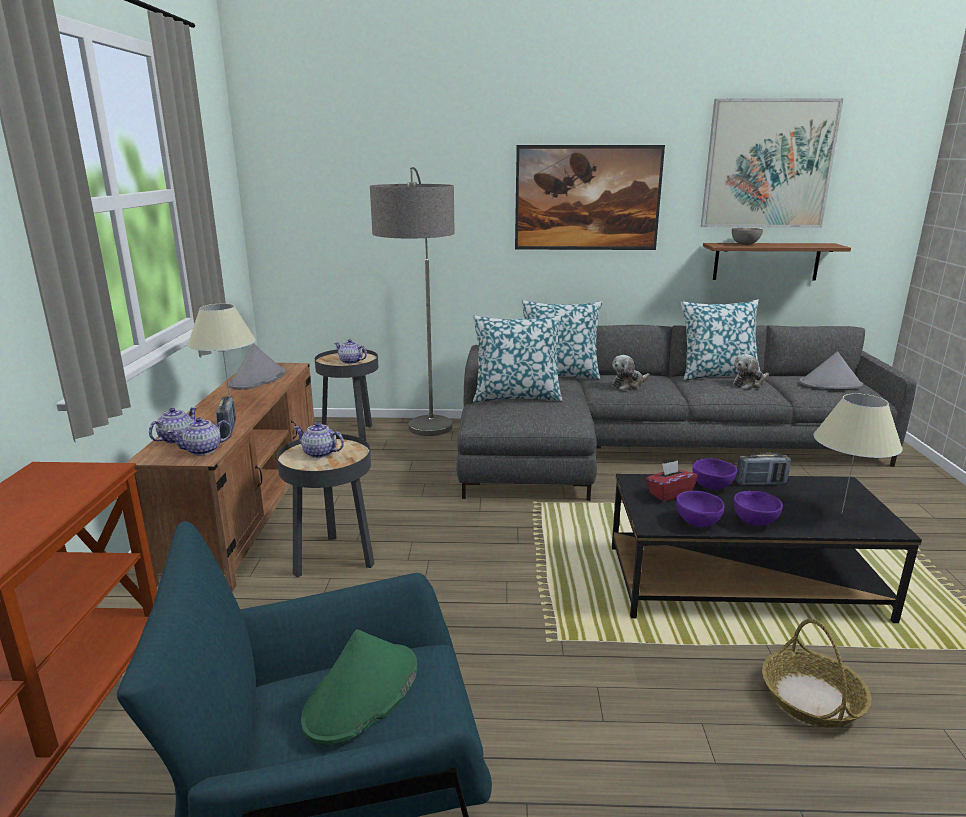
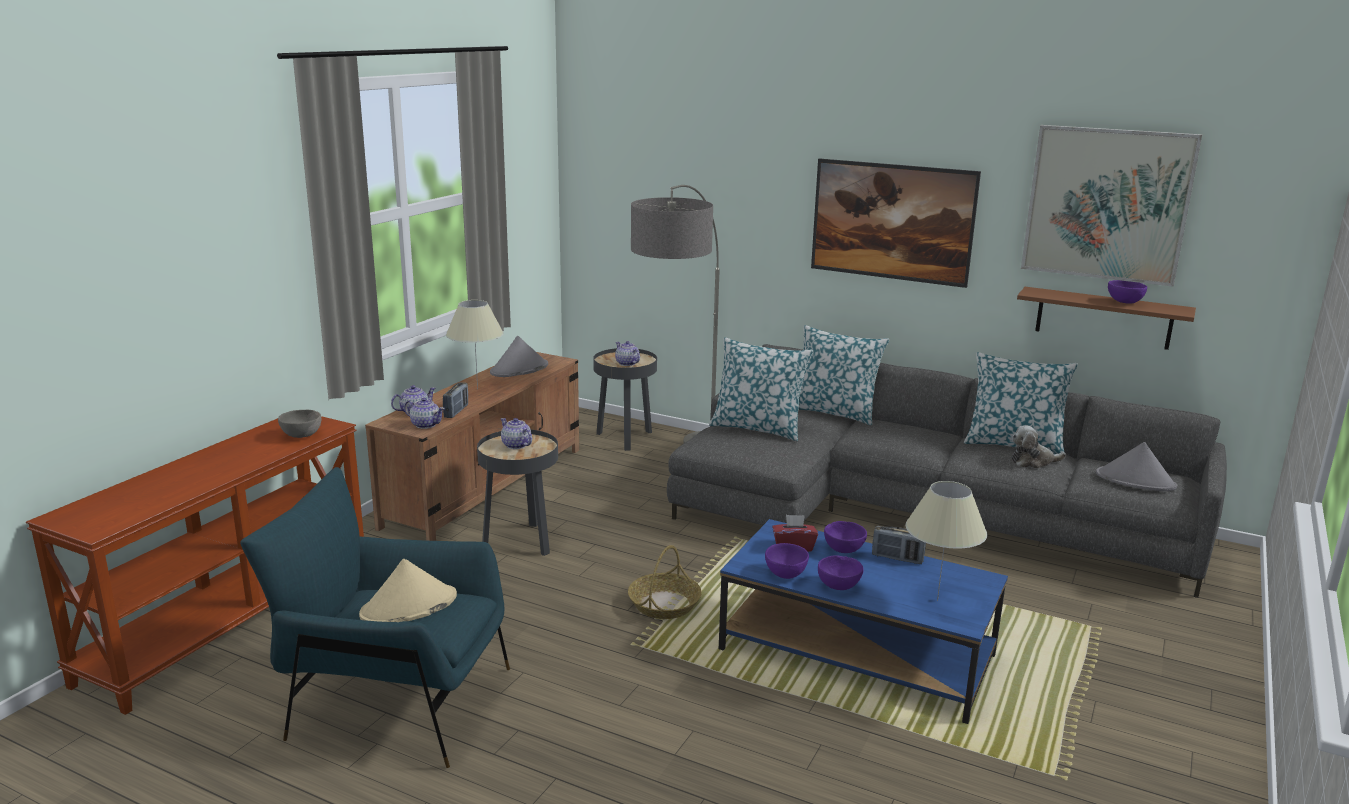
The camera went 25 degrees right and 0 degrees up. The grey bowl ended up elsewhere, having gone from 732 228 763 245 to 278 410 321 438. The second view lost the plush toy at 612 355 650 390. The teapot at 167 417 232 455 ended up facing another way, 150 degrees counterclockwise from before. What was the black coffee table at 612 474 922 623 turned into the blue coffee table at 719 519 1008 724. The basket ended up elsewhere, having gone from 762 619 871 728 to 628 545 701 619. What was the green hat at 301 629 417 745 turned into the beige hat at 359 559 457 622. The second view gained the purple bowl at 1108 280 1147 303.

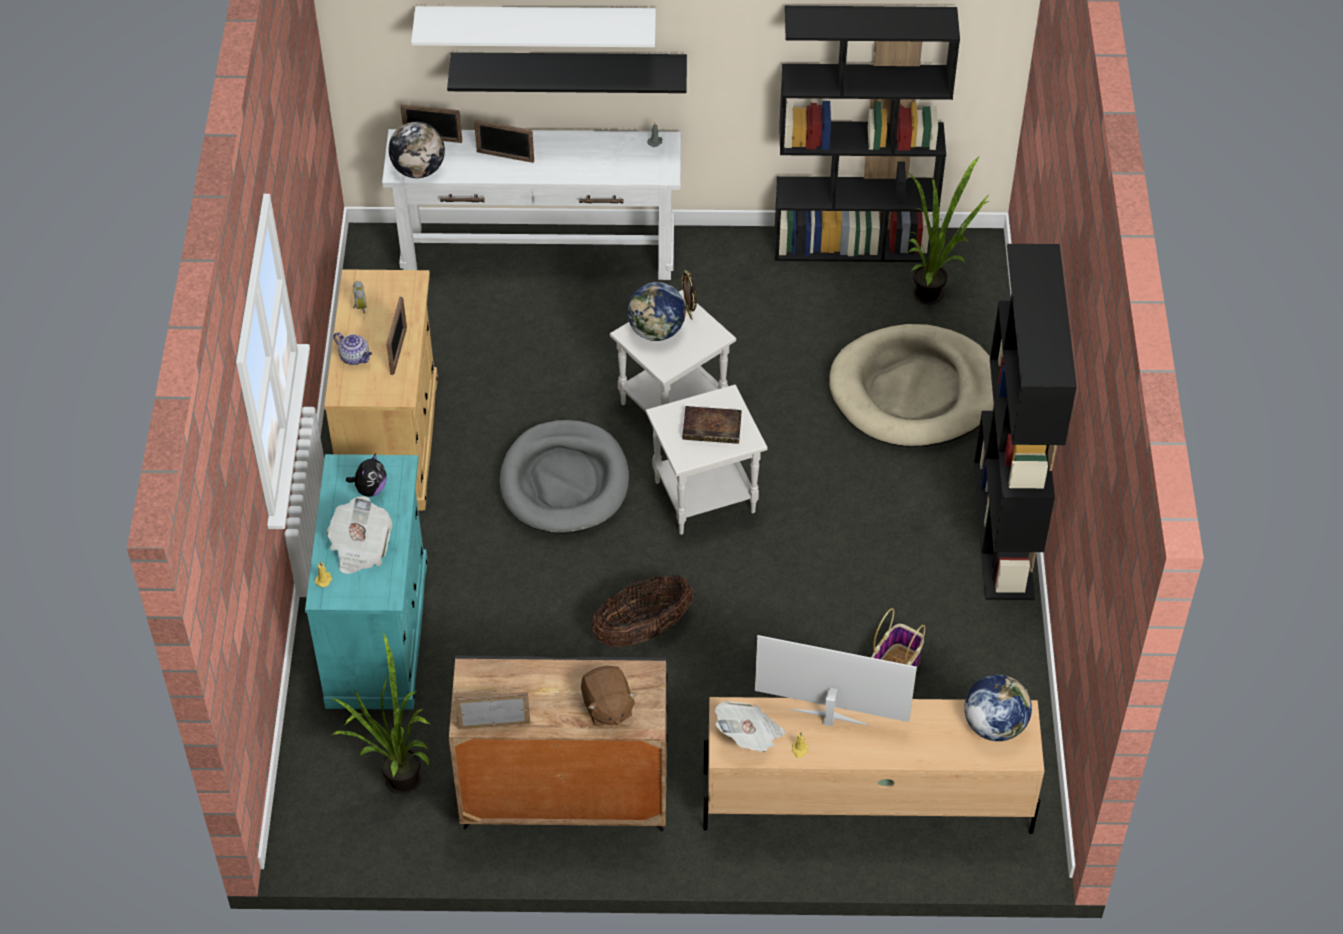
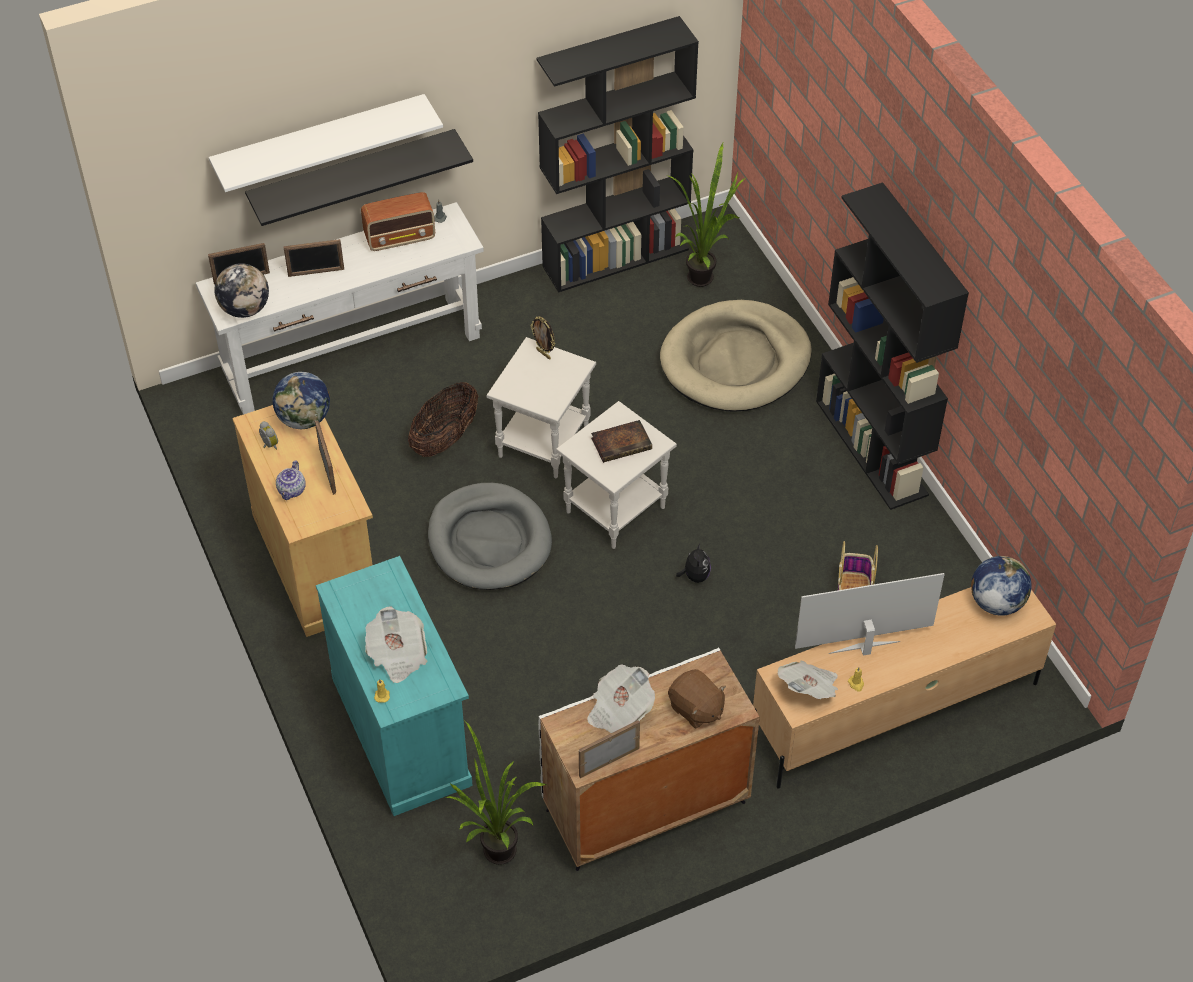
The camera went 25 degrees left and 0 degrees up. The globe ended up elsewhere, having gone from 627 282 686 341 to 273 372 330 429. The teapot at 333 332 372 365 ended up facing another way, 90 degrees clockwise from before. The plush toy ended up elsewhere, having gone from 346 453 387 497 to 676 544 711 583. The basket ended up elsewhere, having gone from 592 575 693 647 to 408 382 478 457. What was the black cabinet at 449 655 668 832 turned into the white cabinet at 538 648 760 871. The second view gained the radio at 361 192 435 251. The second view gained the newspaper at 587 664 655 733.

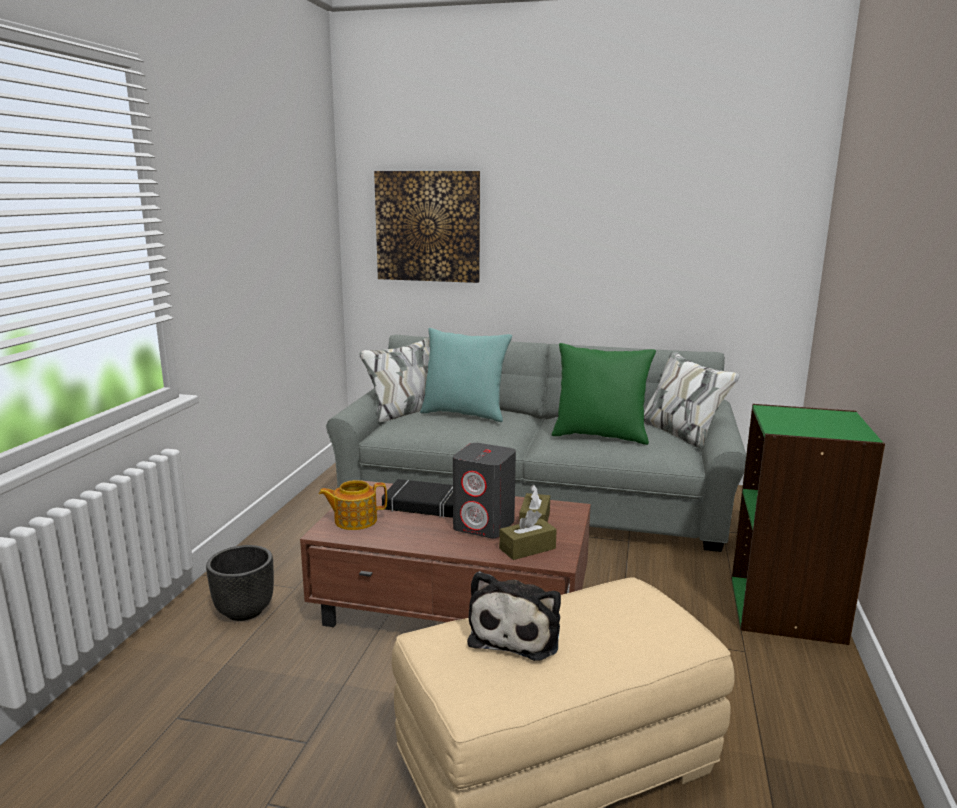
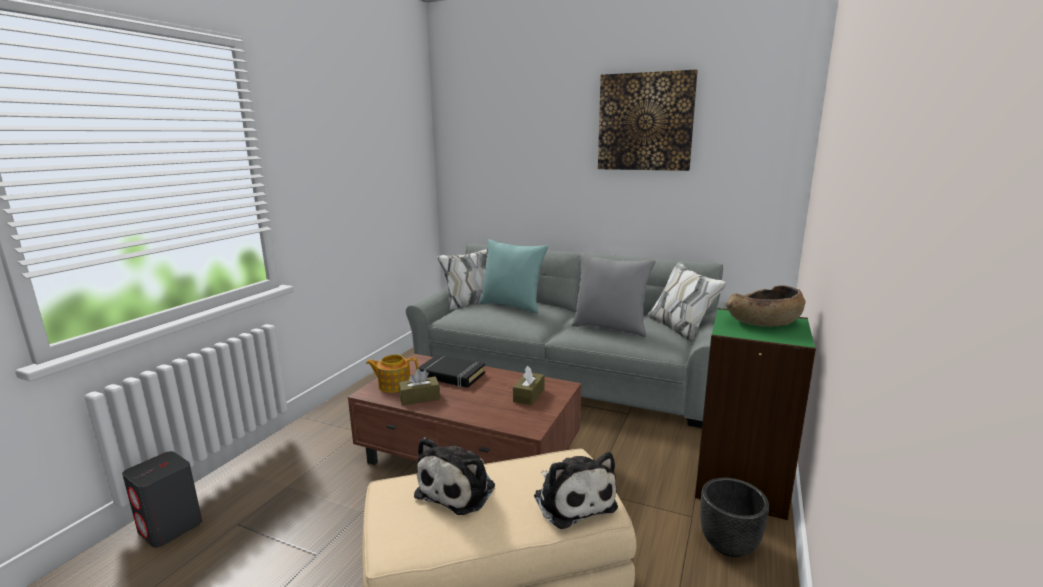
The camera went 10 degrees right and 0 degrees up. The picture ended up elsewhere, having gone from 374 171 480 283 to 598 69 698 171. What was the green pillow at 552 343 656 445 turned into the grey pillow at 572 253 655 337. The grey speaker ended up elsewhere, having gone from 453 443 516 538 to 122 451 202 548. The brown tissue box ended up elsewhere, having gone from 499 510 557 560 to 399 369 440 405. The black planter ended up elsewhere, having gone from 206 545 274 621 to 700 478 769 557. The second view gained the brown bowl at 726 285 806 327. The second view gained the plush toy at 534 452 618 529.

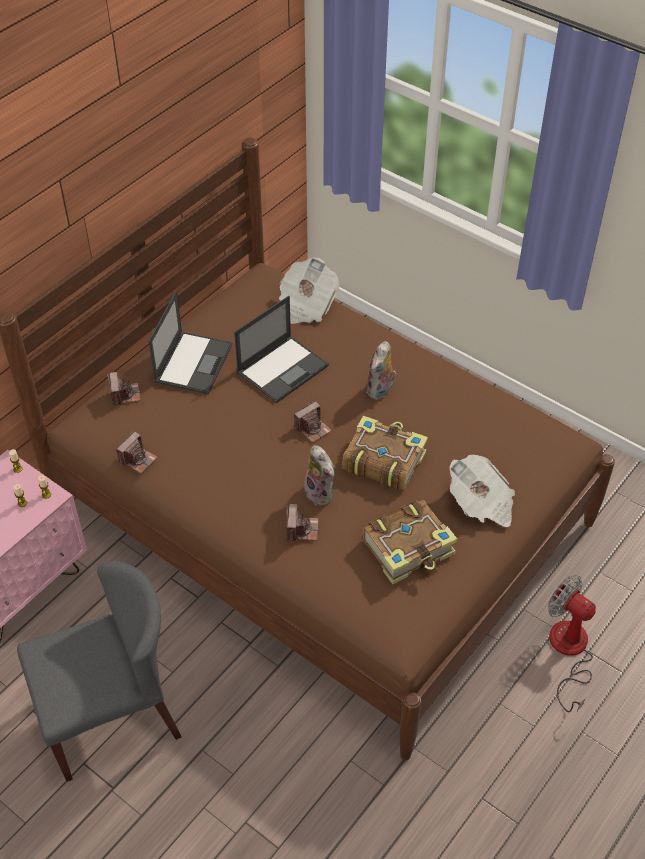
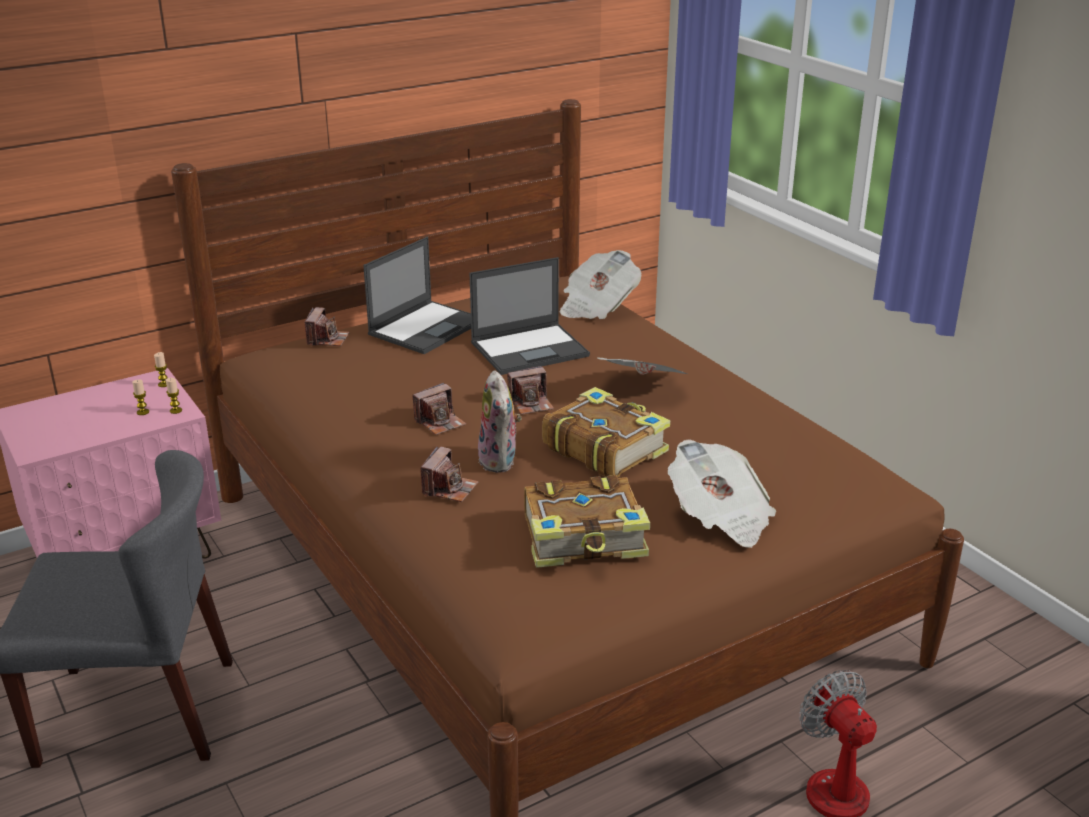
The camera went 20 degrees right and 20 degrees down. Where the plush toy stood at 366 341 396 400, the newspaper came to stand at 597 357 687 375. The photo camera ended up elsewhere, having gone from 116 431 157 474 to 413 383 466 435.

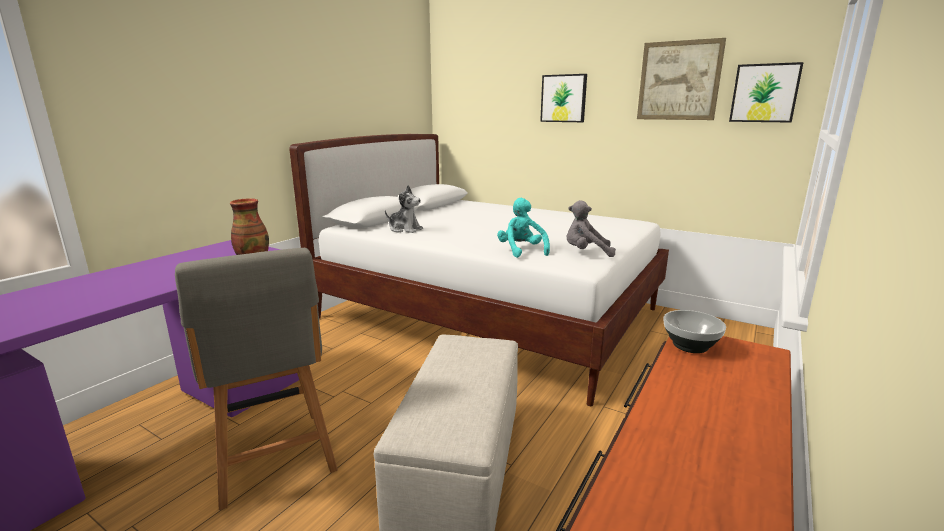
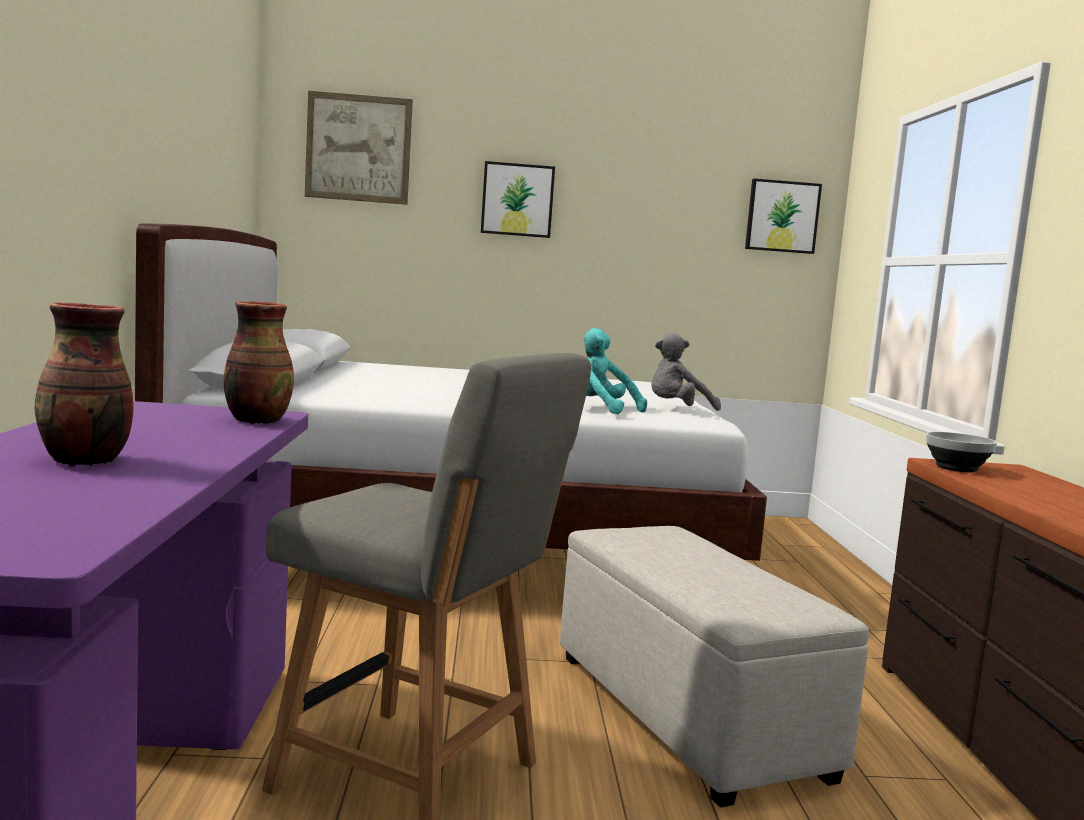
The camera went 35 degrees left and 10 degrees down. The picture ended up elsewhere, having gone from 637 38 726 120 to 305 91 413 205. The second view lost the plush toy at 385 185 423 233. The second view gained the vase at 35 303 134 466.

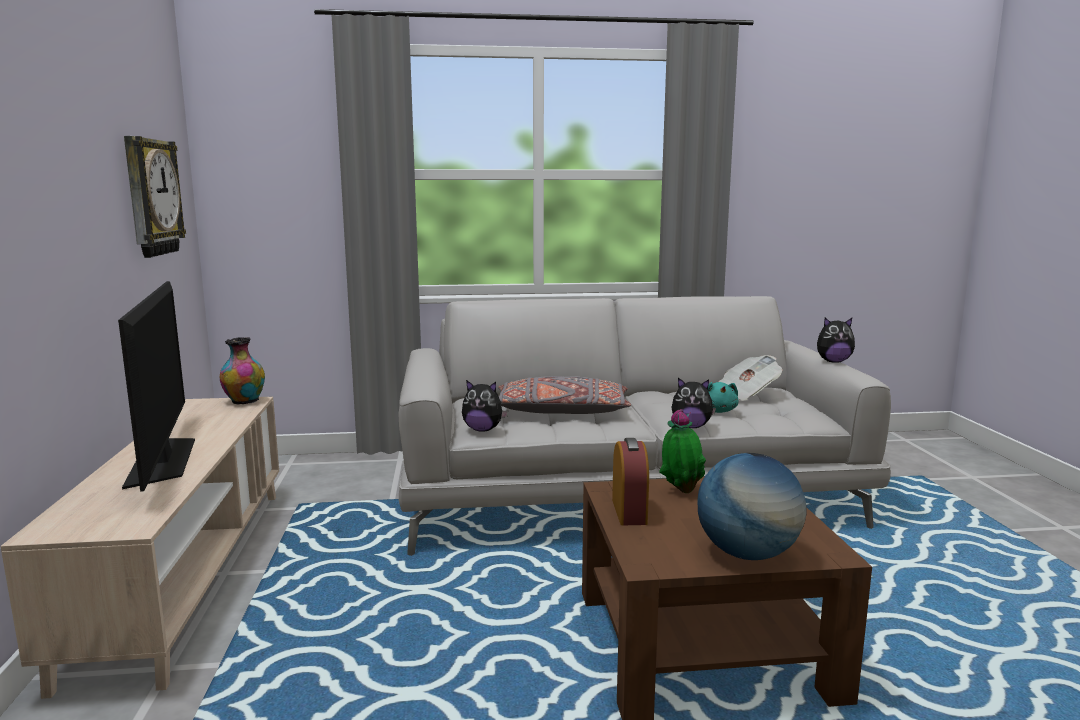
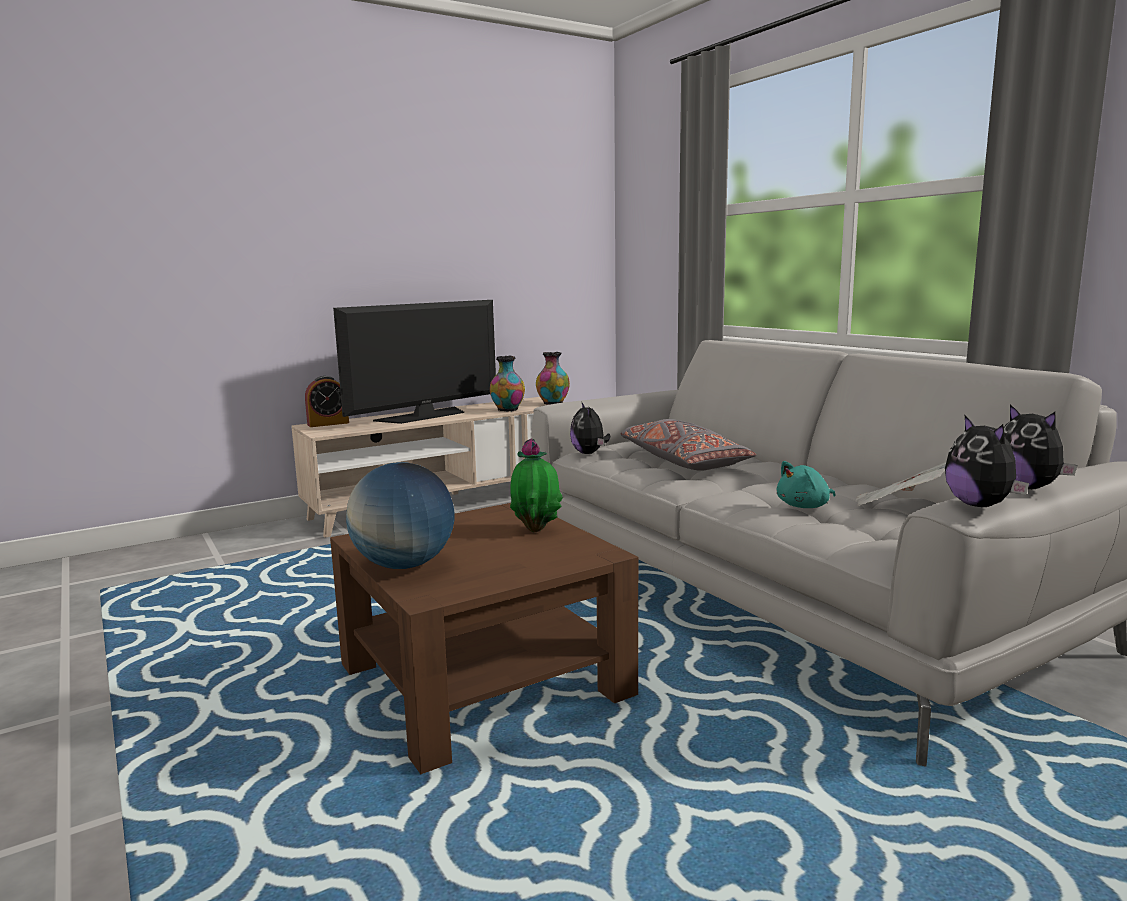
The camera went 65 degrees right and 0 degrees up. The second view lost the wall clock at 124 136 186 258. The plush toy ended up elsewhere, having gone from 672 378 716 428 to 945 416 1029 507. The alarm clock ended up elsewhere, having gone from 612 438 649 525 to 305 376 349 427. The second view gained the vase at 490 355 525 411.

